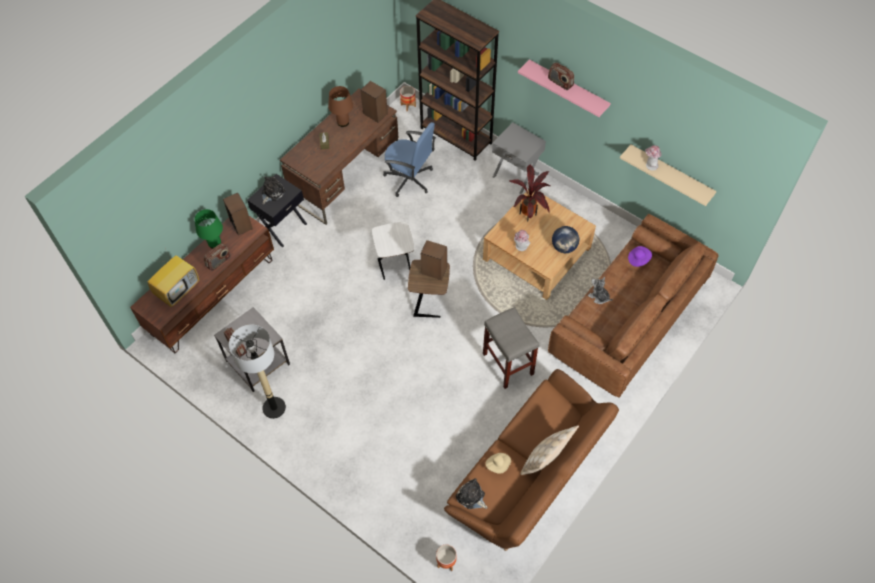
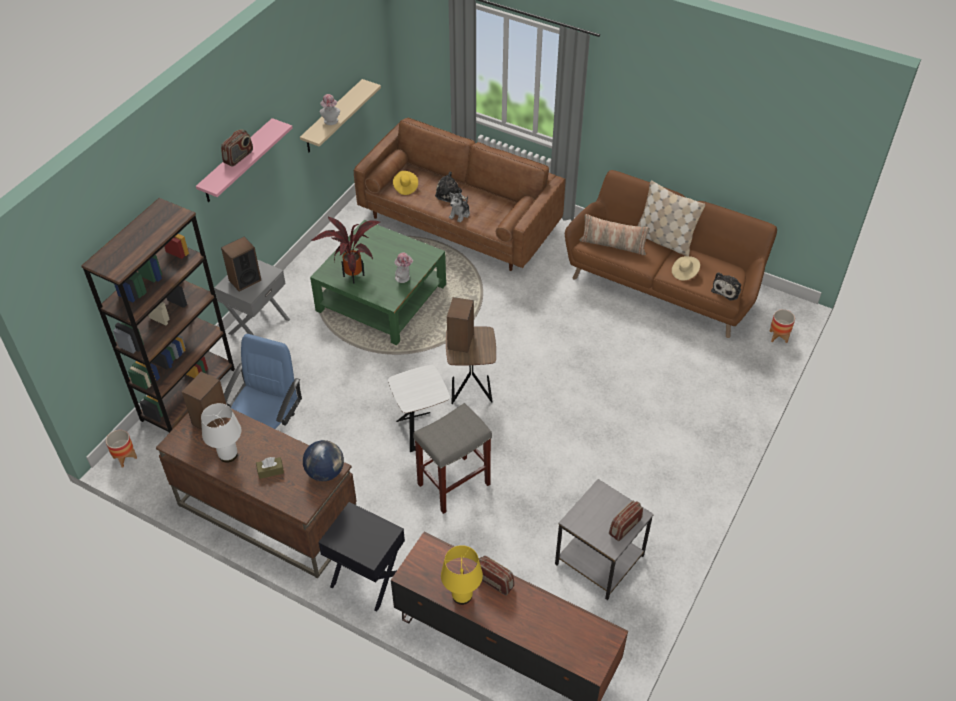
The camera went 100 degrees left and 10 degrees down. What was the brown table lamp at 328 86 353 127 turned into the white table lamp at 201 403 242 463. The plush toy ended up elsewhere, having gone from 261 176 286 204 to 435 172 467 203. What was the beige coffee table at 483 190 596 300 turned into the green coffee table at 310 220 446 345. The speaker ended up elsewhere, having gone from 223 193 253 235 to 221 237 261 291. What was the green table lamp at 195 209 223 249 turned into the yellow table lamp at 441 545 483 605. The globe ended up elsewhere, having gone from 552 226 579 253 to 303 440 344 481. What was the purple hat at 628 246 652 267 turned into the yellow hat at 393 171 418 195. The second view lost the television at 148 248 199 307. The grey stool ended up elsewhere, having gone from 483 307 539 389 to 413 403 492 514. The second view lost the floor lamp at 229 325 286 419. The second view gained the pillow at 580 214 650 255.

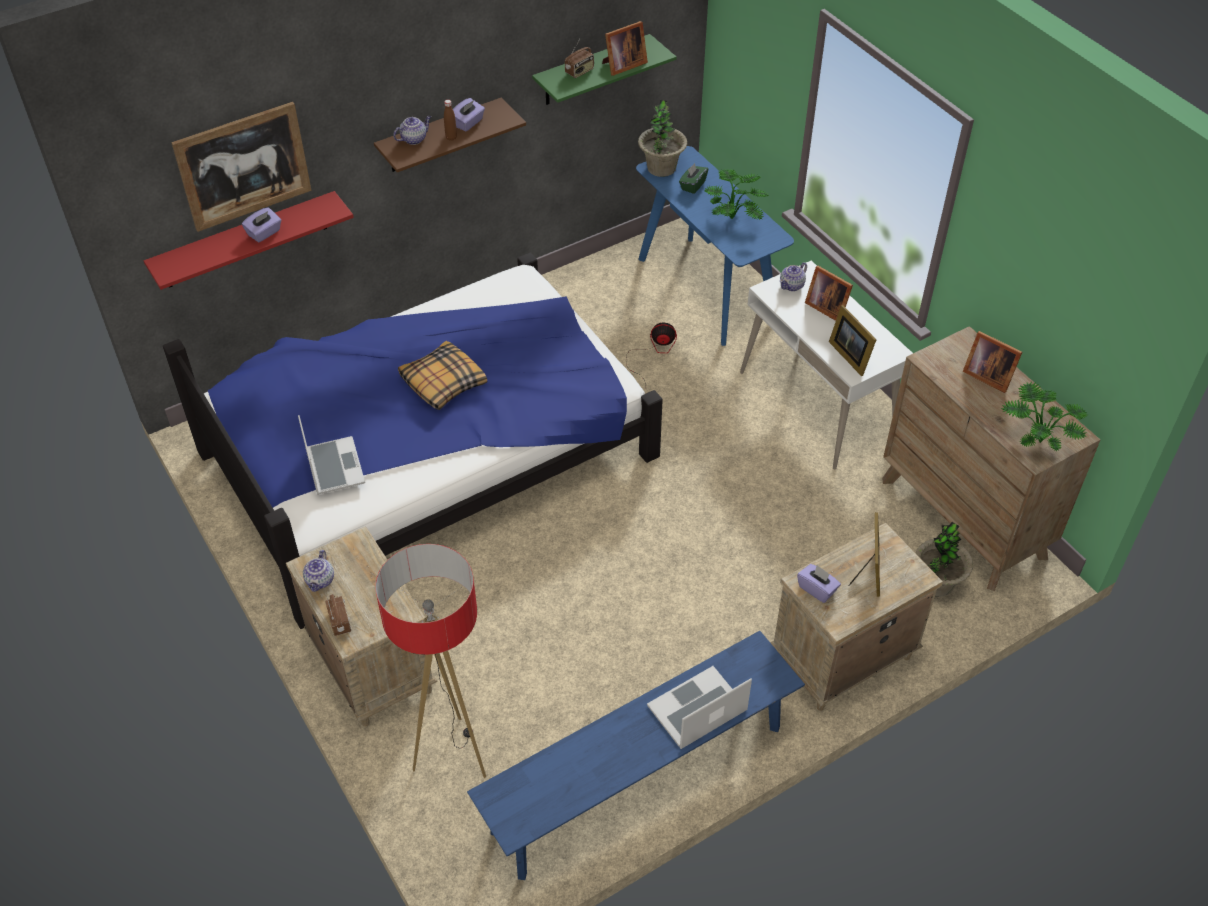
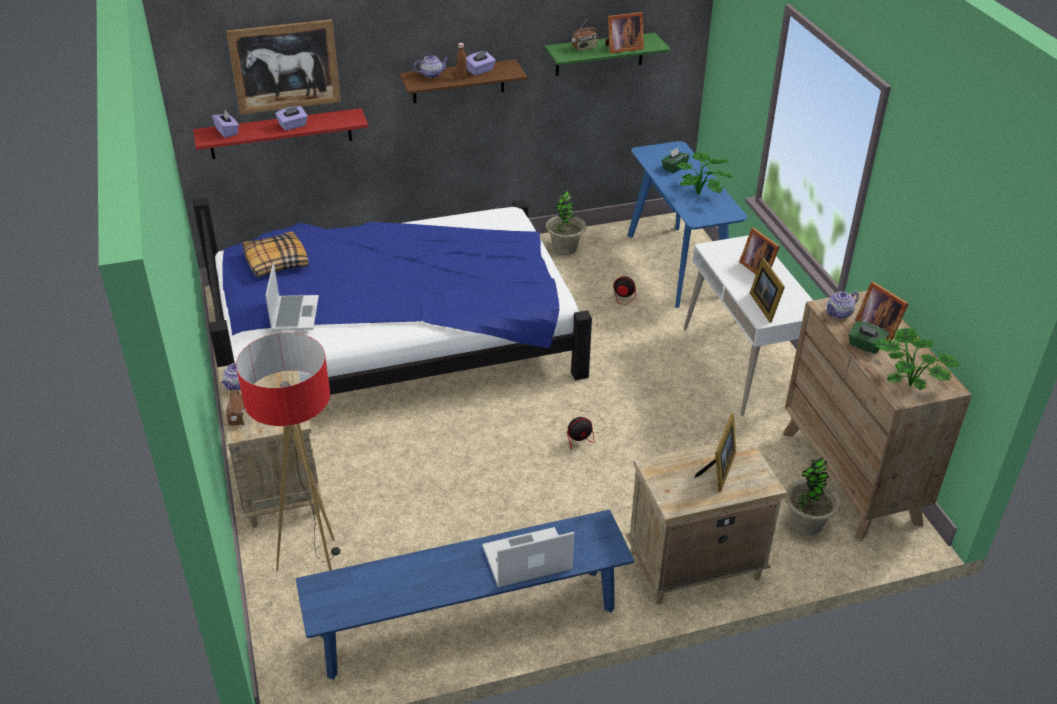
The camera went 15 degrees right and 10 degrees down. The potted plant ended up elsewhere, having gone from 638 100 688 177 to 545 191 587 255. The teapot ended up elsewhere, having gone from 780 262 807 291 to 826 291 859 319. The pillow ended up elsewhere, having gone from 398 341 487 410 to 243 231 309 277. The purple tissue box ended up elsewhere, having gone from 797 564 841 603 to 212 110 239 138. The second view gained the green tissue box at 848 321 889 354. The second view gained the fan at 567 403 605 450.

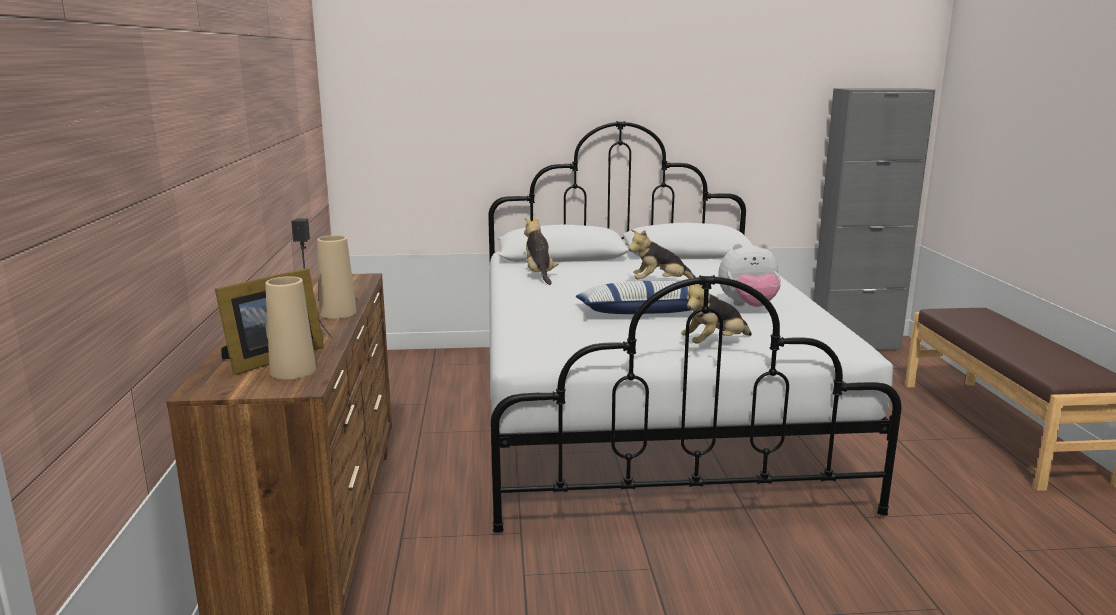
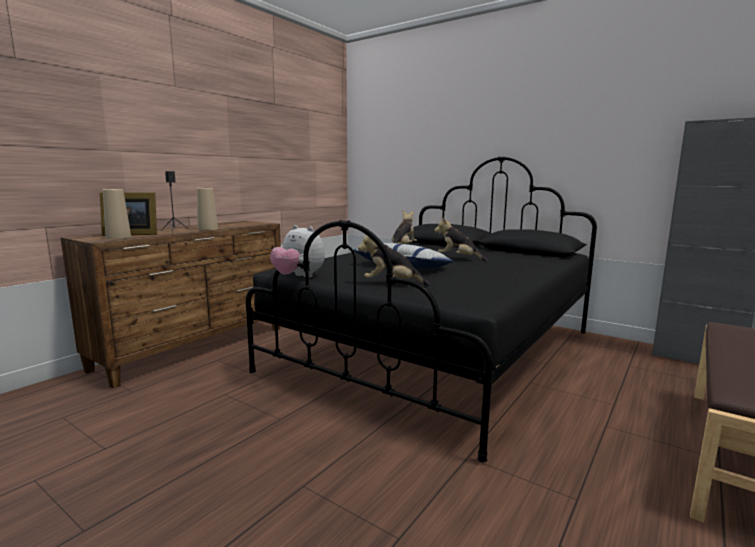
The camera went 40 degrees right and 5 degrees down. What was the white bed at 488 121 901 533 turned into the black bed at 246 156 597 463. The plush toy ended up elsewhere, having gone from 718 243 781 307 to 270 225 325 277.

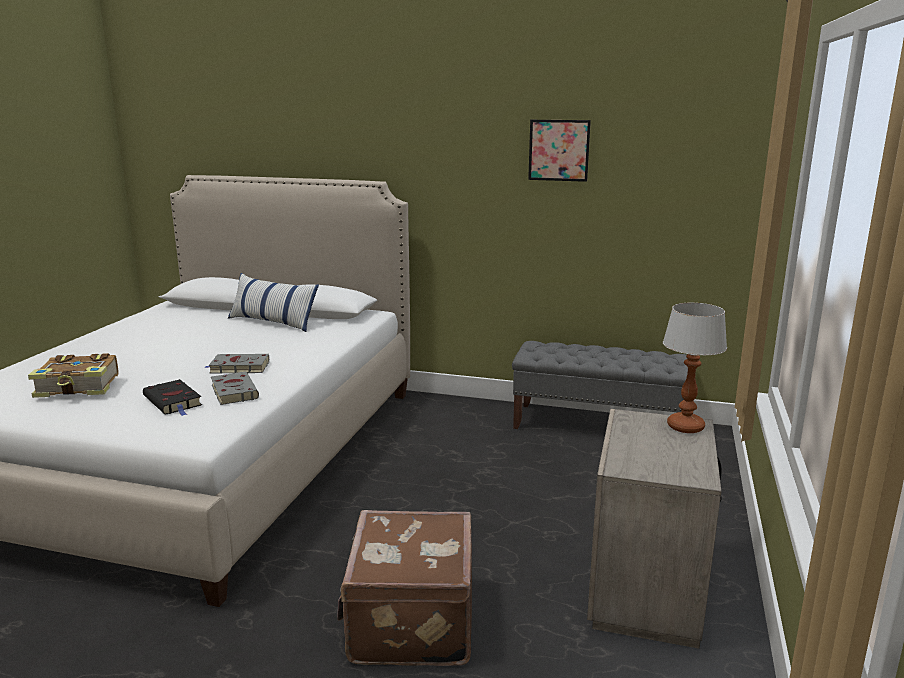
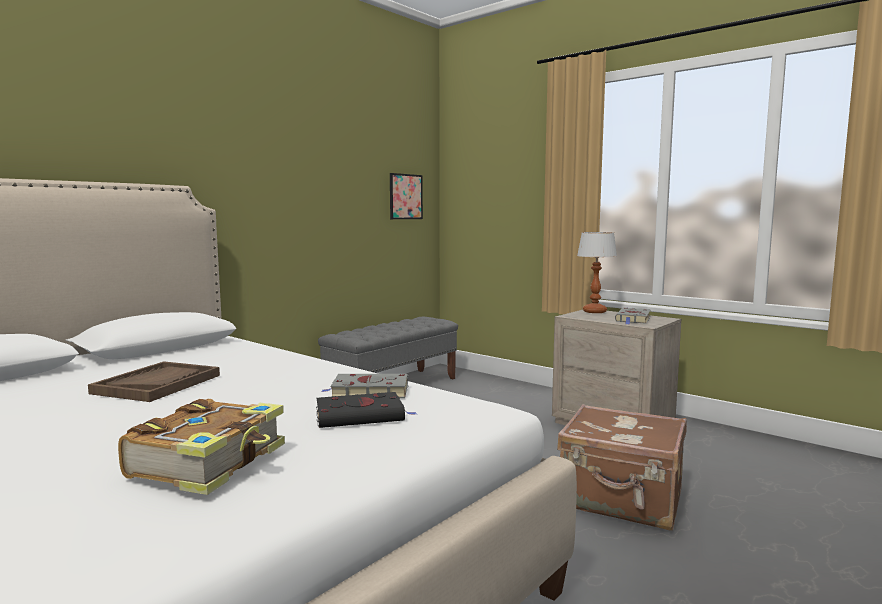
The camera went 65 degrees left and 10 degrees down. The picture ended up elsewhere, having gone from 528 120 591 182 to 390 173 423 219. The second view lost the pillow at 228 273 319 332. The grey book ended up elsewhere, having gone from 204 354 269 374 to 615 307 651 324. The second view gained the brown tray at 88 362 220 402.

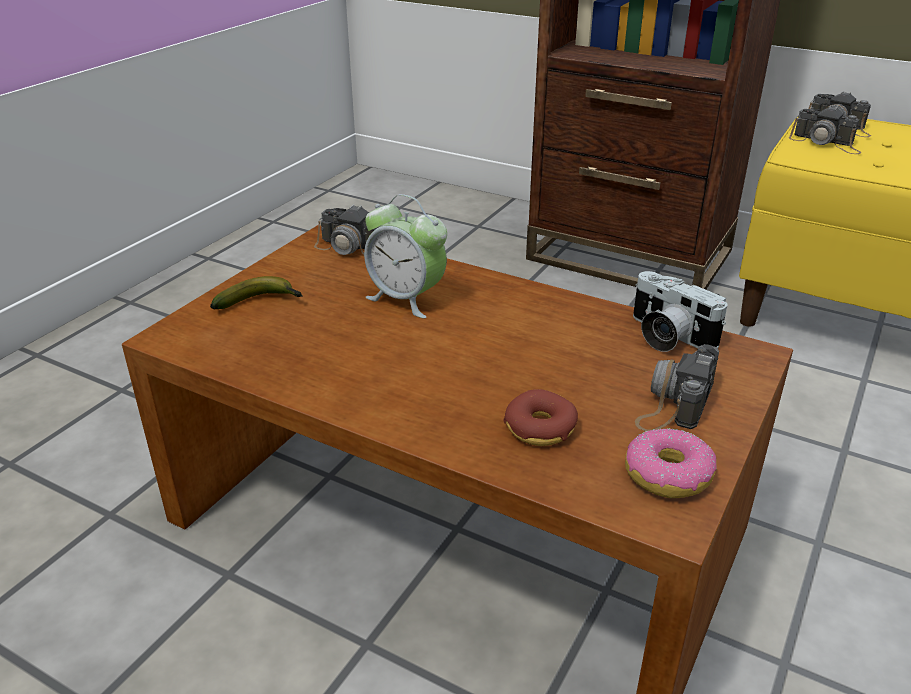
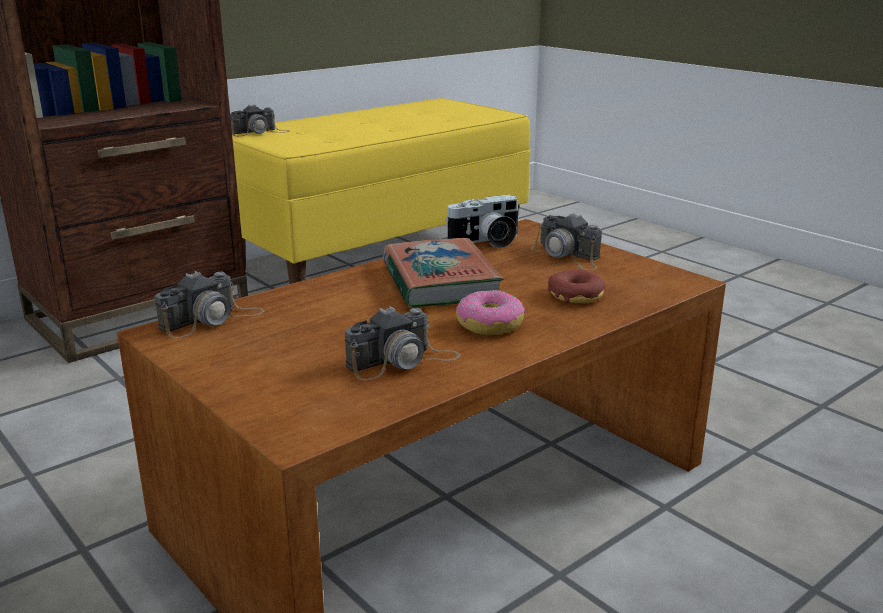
The camera went 70 degrees left and 10 degrees down. The photo camera ended up elsewhere, having gone from 789 106 861 154 to 345 306 461 381. The second view lost the alarm clock at 364 194 447 318. The second view lost the banana at 210 276 303 309. The donut ended up elsewhere, having gone from 625 428 717 498 to 456 290 525 335. The second view gained the book at 383 238 504 308.

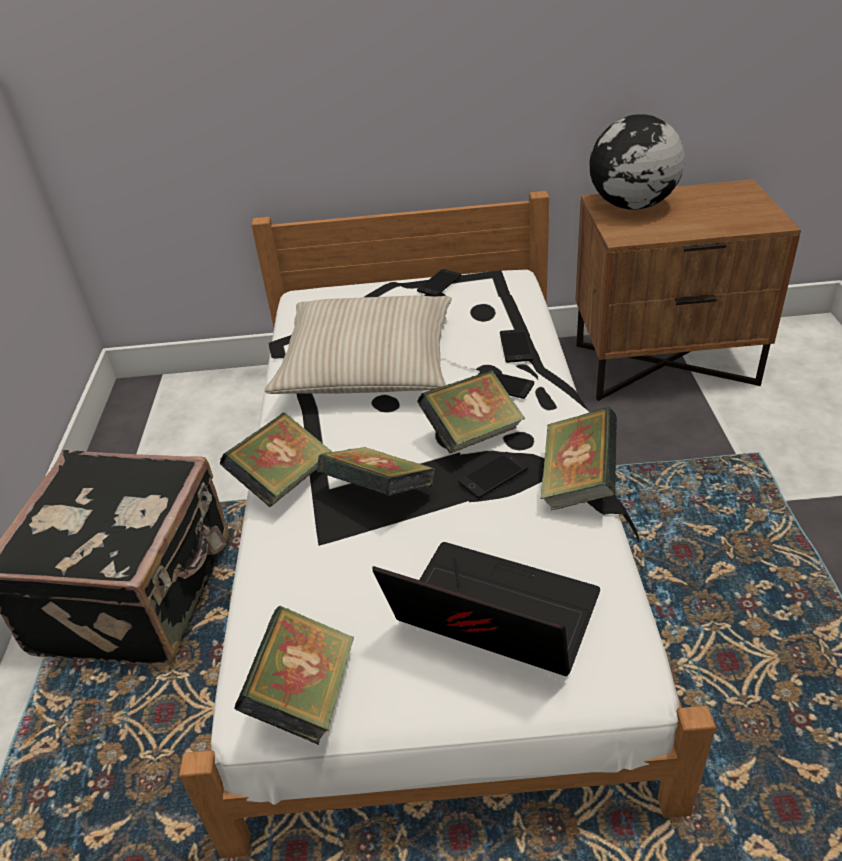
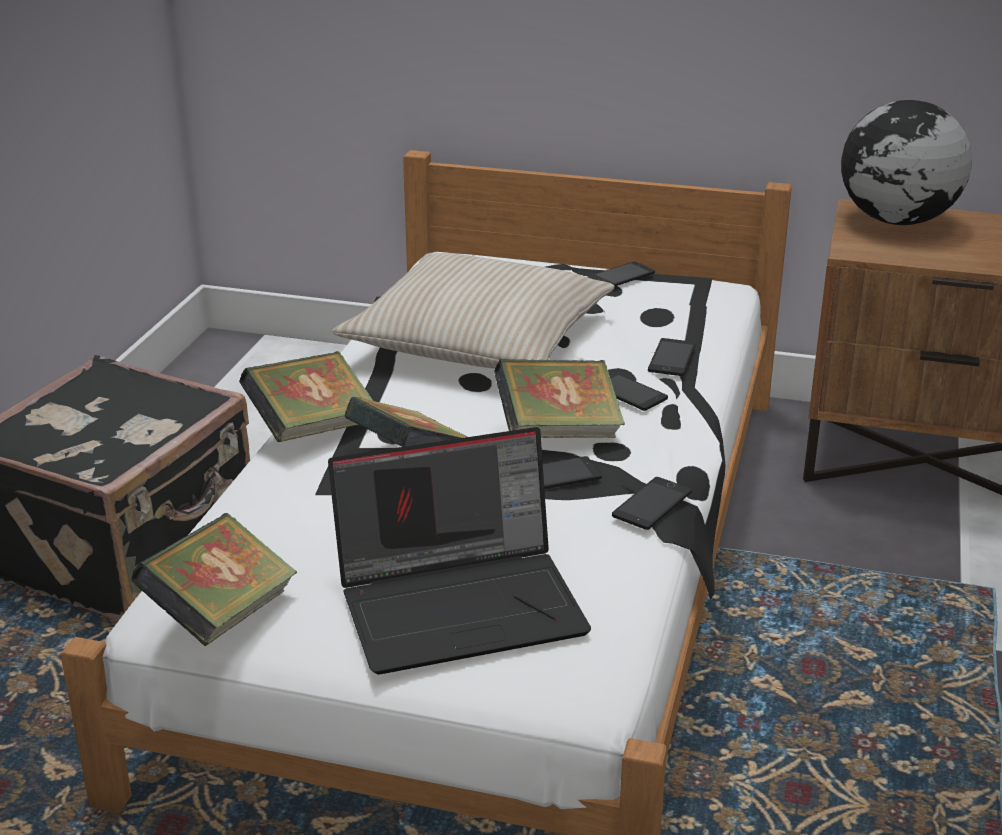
The camera went 15 degrees right and 10 degrees down. Where the book stood at 540 407 617 511, the phone came to stand at 612 477 692 530. The laptop at 373 542 600 676 ended up facing another way, 120 degrees clockwise from before.

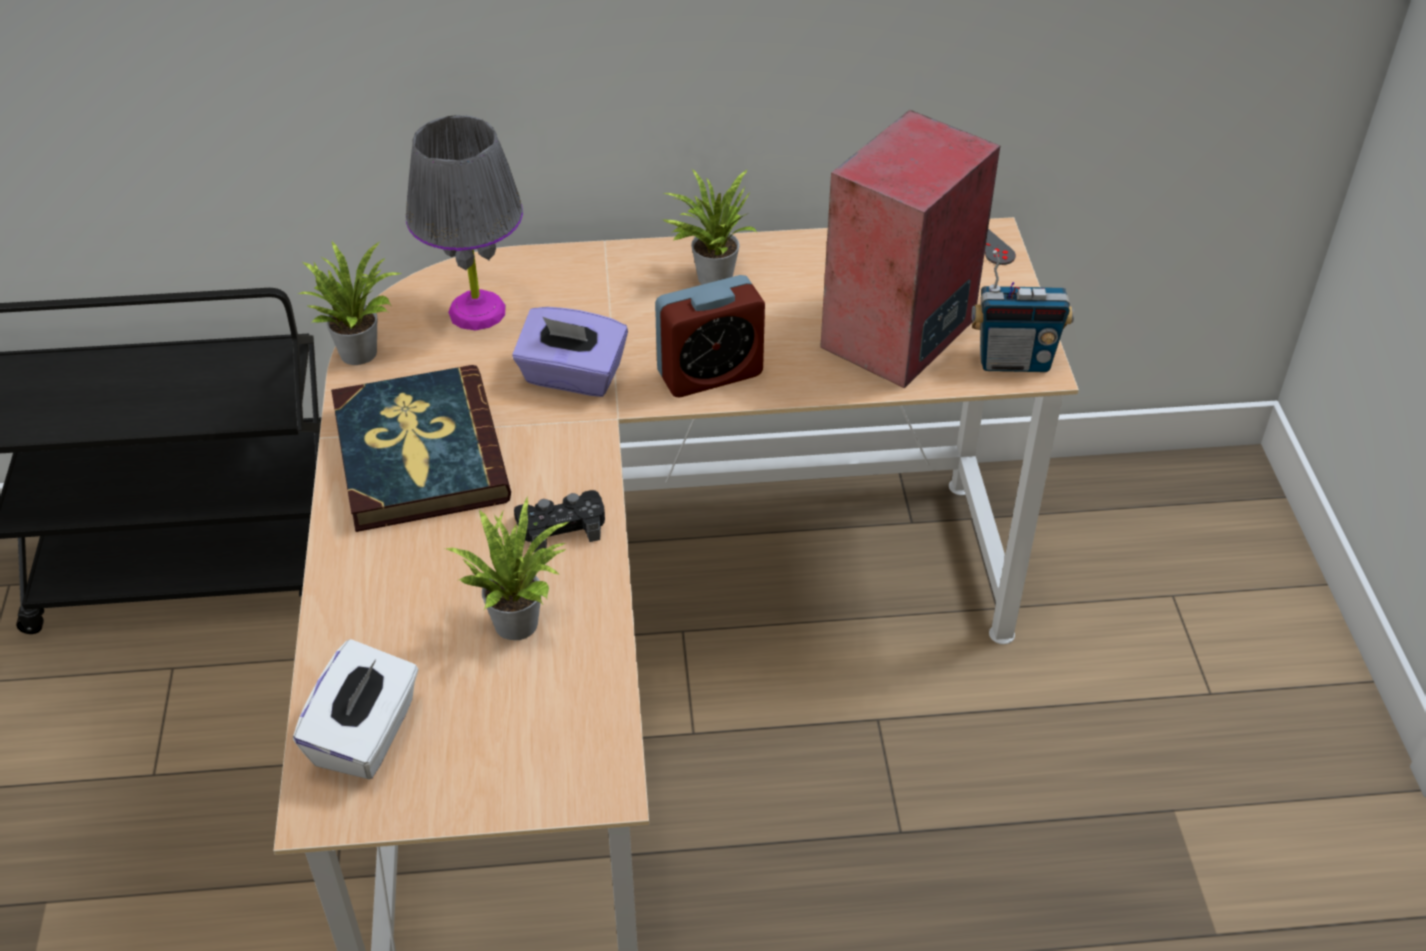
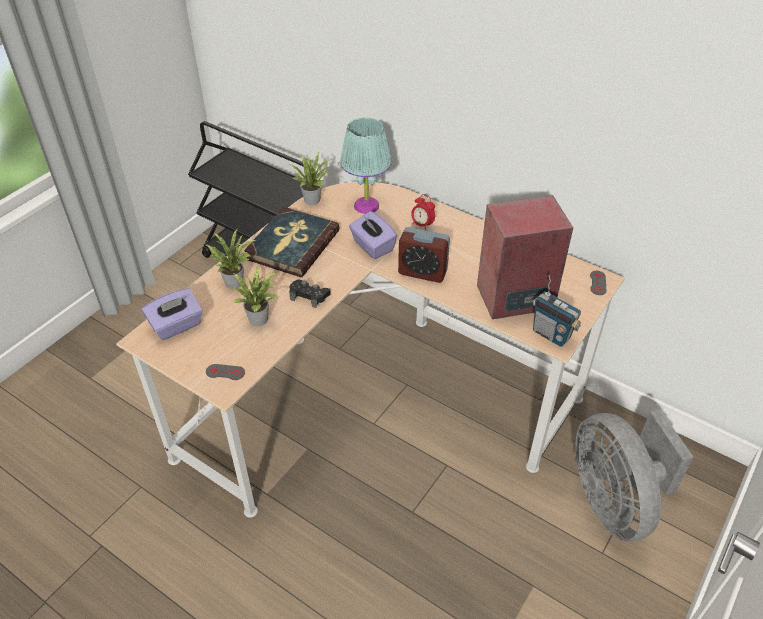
The camera went 40 degrees right and 0 degrees up. What was the grey table lamp at 406 115 523 330 turned into the turquoise table lamp at 340 118 392 214. The potted plant ended up elsewhere, having gone from 663 169 758 285 to 206 229 256 289. What was the white tissue box at 293 639 419 779 turned into the purple tissue box at 142 288 203 340. The second view gained the alarm clock at 411 194 435 230. The second view gained the grey game controller at 206 364 245 380. The second view gained the grey fan at 575 409 693 541.

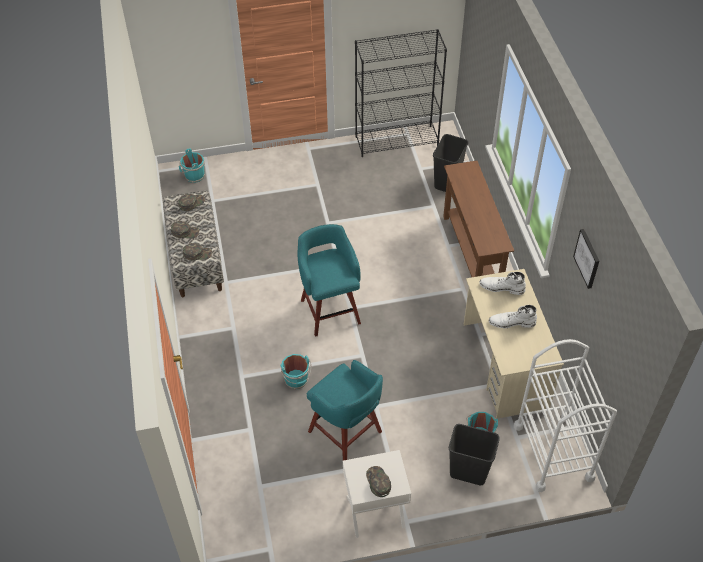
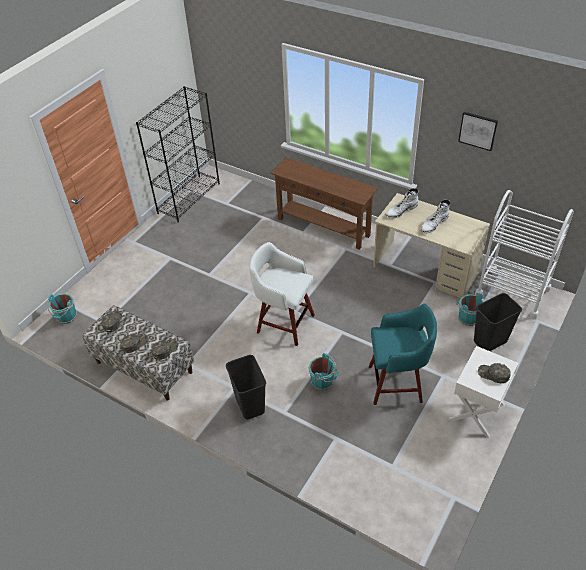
The camera went 45 degrees left and 5 degrees down. The black trash can ended up elsewhere, having gone from 433 134 468 192 to 226 355 266 419. What was the turquoise stool at 297 224 361 337 turned into the white stool at 249 242 315 346.

